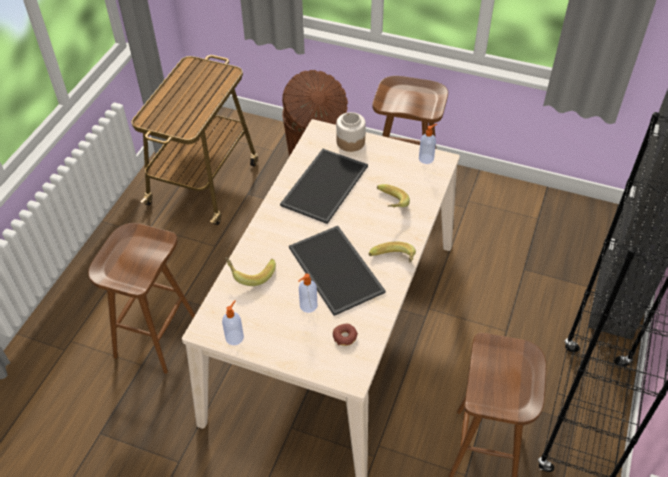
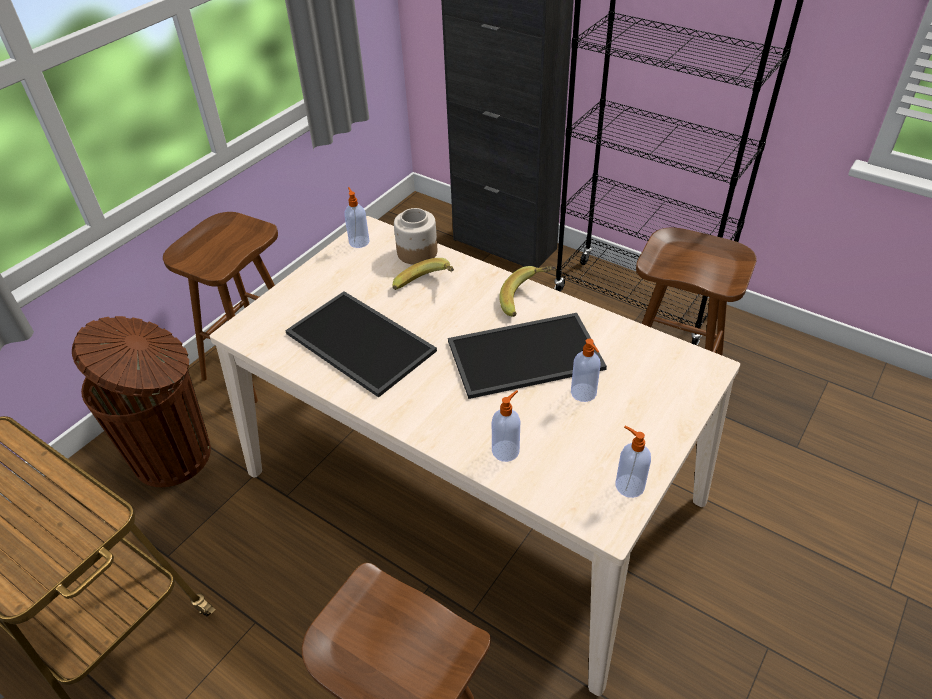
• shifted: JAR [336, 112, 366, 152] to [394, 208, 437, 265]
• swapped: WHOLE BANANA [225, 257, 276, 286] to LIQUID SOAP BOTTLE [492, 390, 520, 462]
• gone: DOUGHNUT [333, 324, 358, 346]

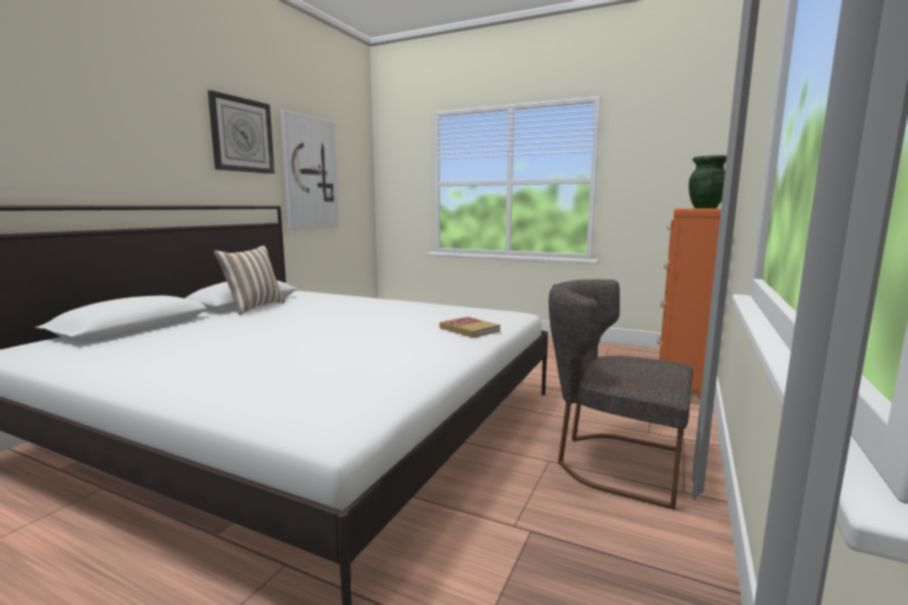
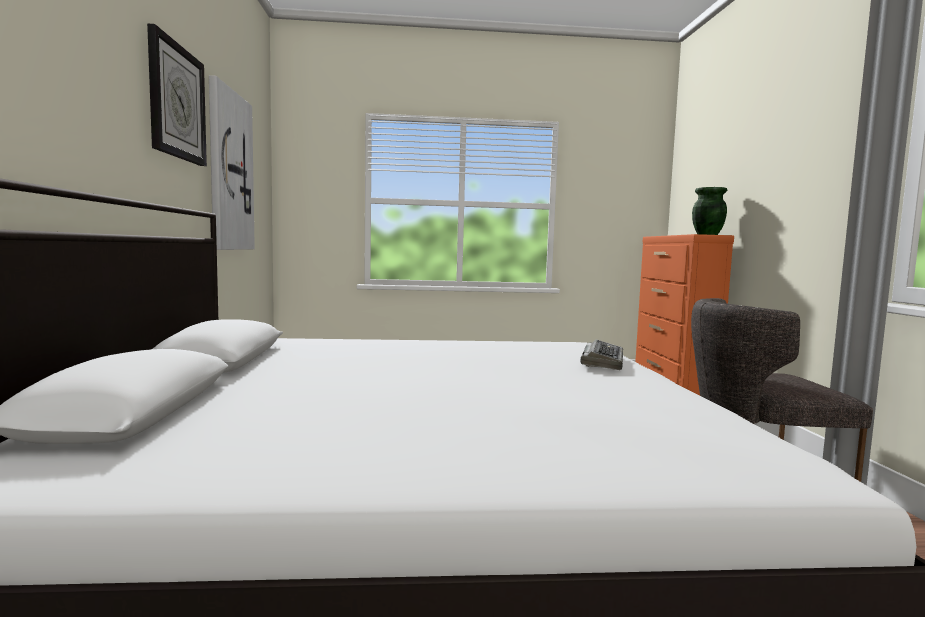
• gone: CUSHION [214, 245, 285, 315]
• swapped: BOOK [440, 317, 500, 338] to KEYBOARD [580, 339, 623, 370]

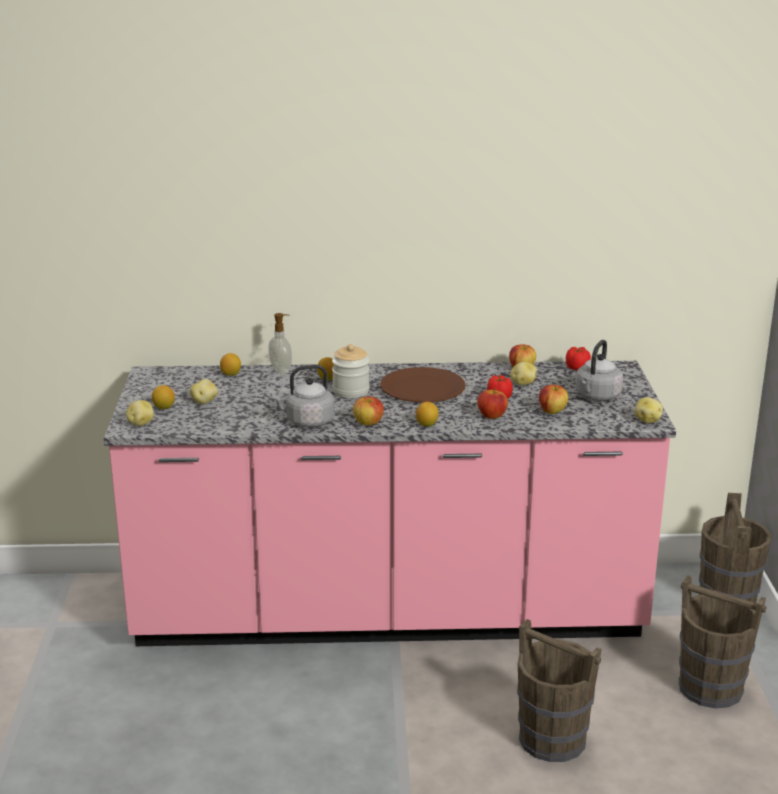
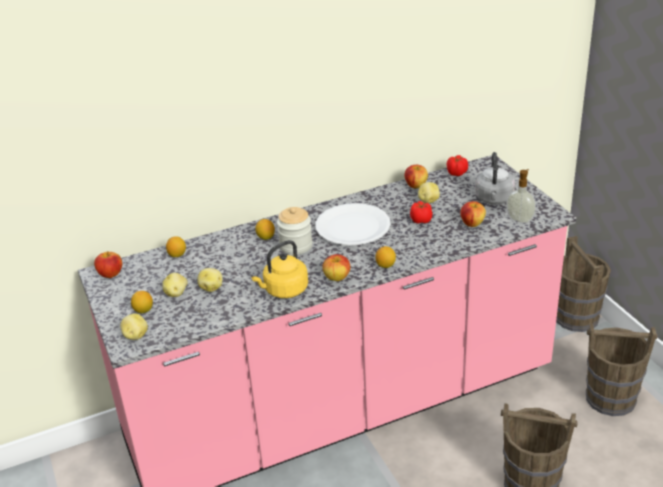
• shifted: LIQUID SOAP BOTTLE [269, 313, 292, 374] to [507, 169, 536, 223]
• repainted: GREY KETTLE [271, 365, 335, 427] to YELLOWISH KETTLE [252, 240, 308, 298]
• repainted: BROWNISH DINNER PLATE [380, 367, 465, 402] to WHITISH DINNER PLATE [316, 203, 391, 245]
• shifted: APPLE FRUIT [477, 388, 508, 419] to [94, 251, 122, 278]
• shifted: SPUD [635, 397, 663, 423] to [197, 268, 223, 292]

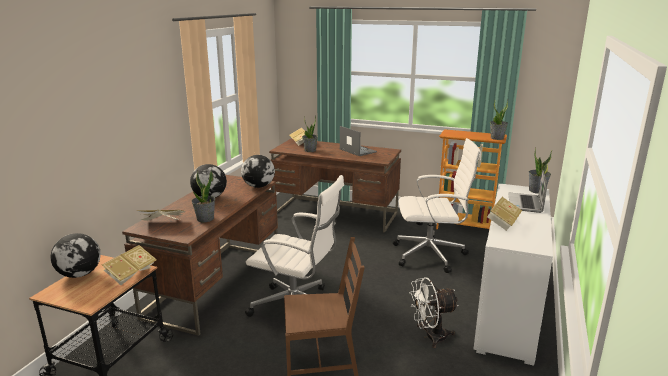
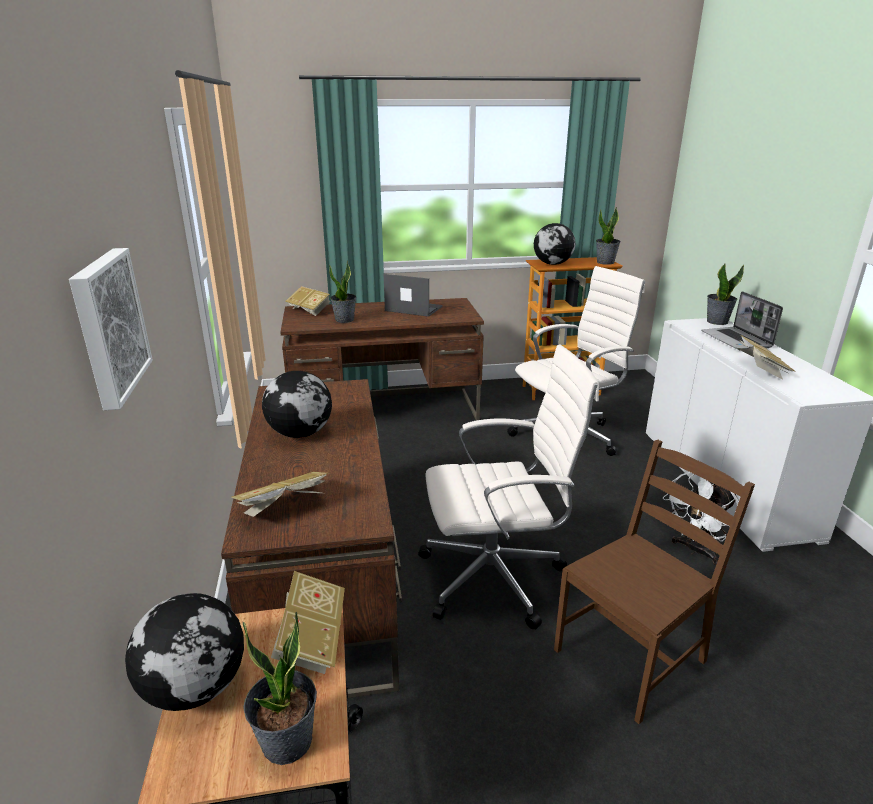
• shifted: DESK GLOBE [241, 155, 275, 188] to [534, 223, 575, 265]
• shifted: PLANT IN A POT [192, 170, 215, 222] to [242, 612, 317, 765]
• new: WALL PICTURE [69, 248, 153, 410]

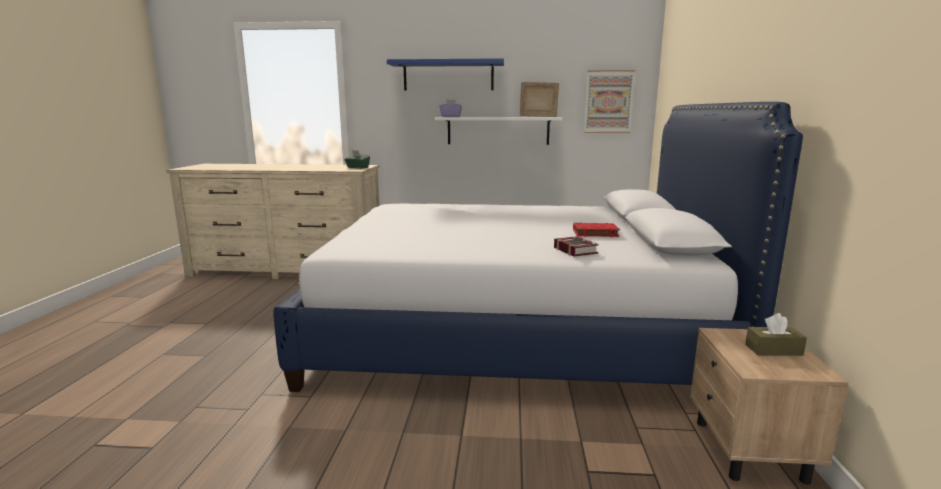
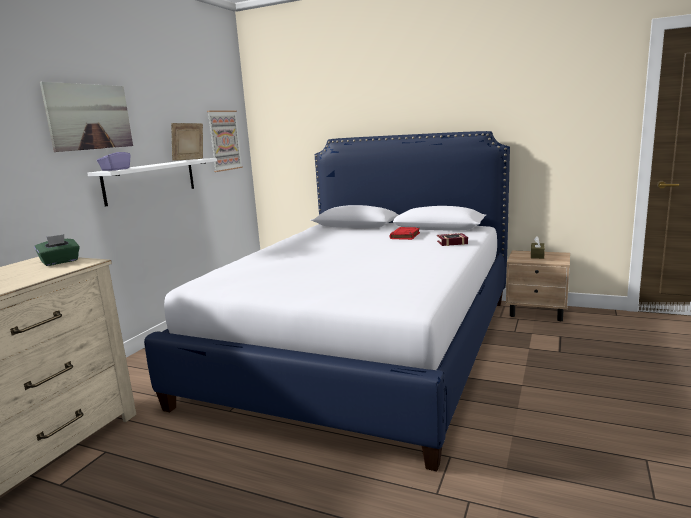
• swapped: BLUISH BRACKET SHELF [387, 58, 504, 90] to WALL PICTURE [40, 82, 133, 152]

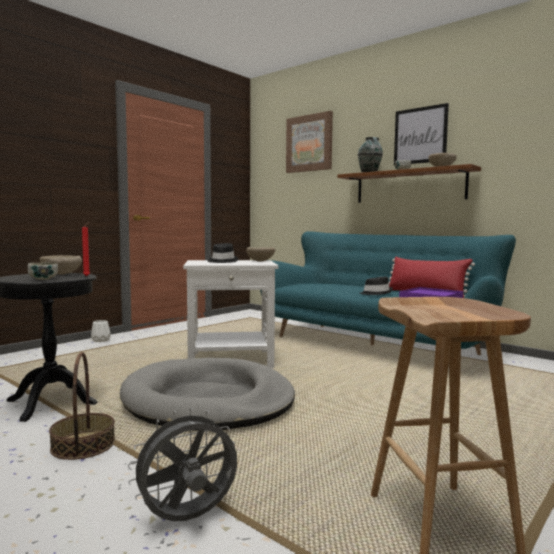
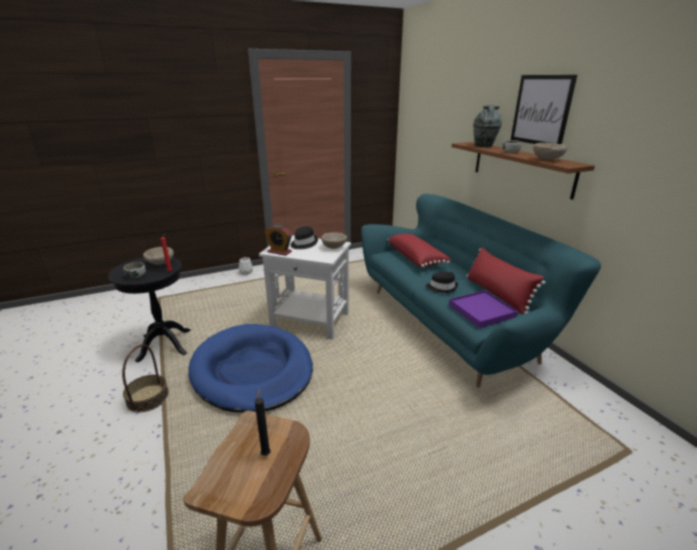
• gone: WALL PICTURE [286, 111, 333, 173]
• repainted: GREY DOG CUSHION [120, 358, 295, 430] to BLUISH DOG CUSHION [188, 324, 313, 413]
• gone: GREY FAN [128, 407, 237, 521]
• new: TABLE CLOCK [264, 225, 292, 256]
• new: RED-COLOURED CUSHION [388, 234, 451, 267]
• new: BLACK WAX CANDLE [255, 388, 271, 456]

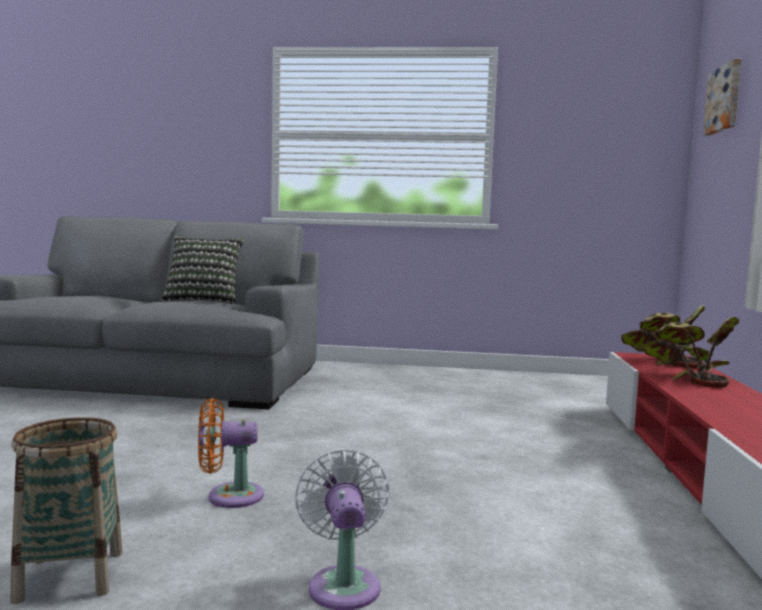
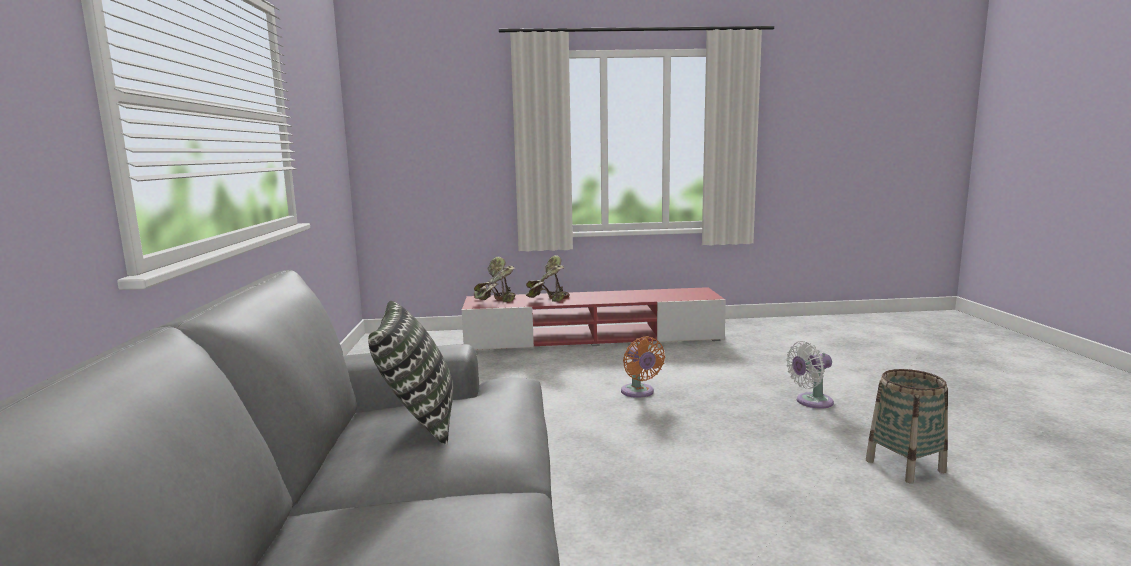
• gone: WALL PICTURE [703, 59, 742, 136]
• shifted: ORANGEY FAN [198, 398, 264, 508] to [621, 336, 665, 398]

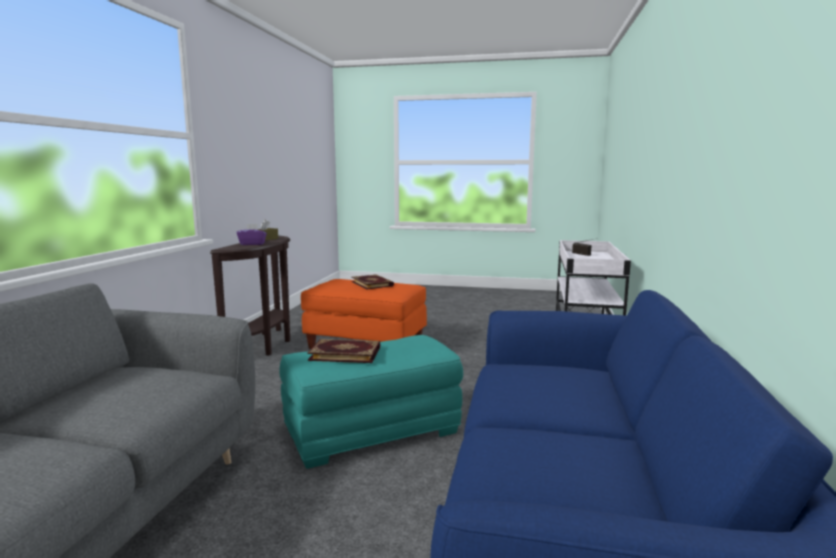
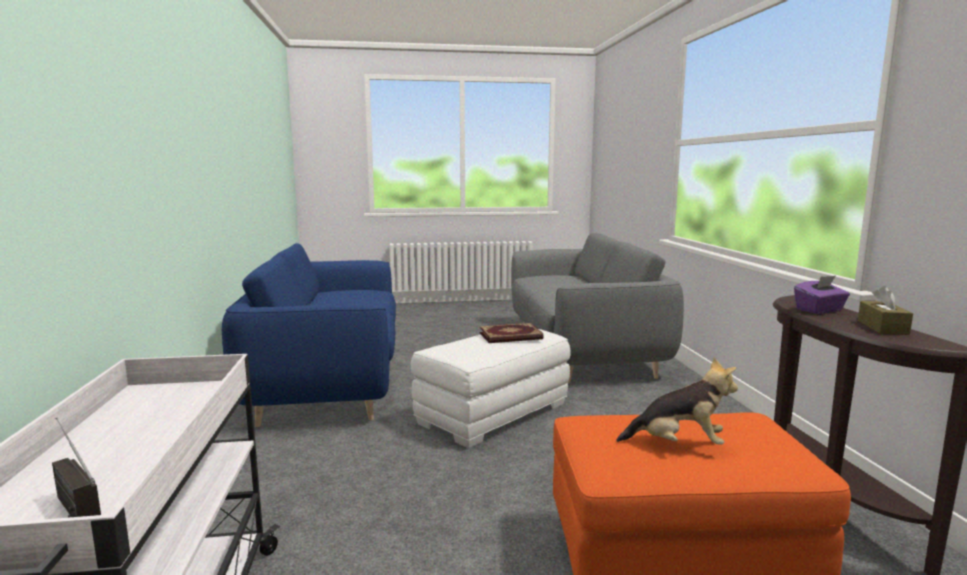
• swapped: BOOK [351, 275, 394, 290] to CUDDLY TOY [616, 357, 738, 445]
• repainted: TURQUOISE OTTOMAN [279, 335, 463, 469] to WHITISH OTTOMAN [411, 329, 571, 448]

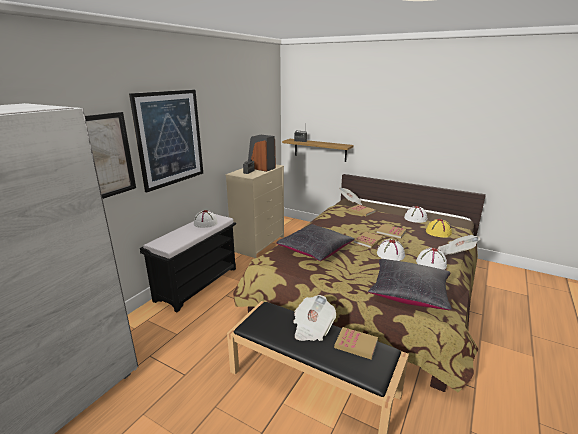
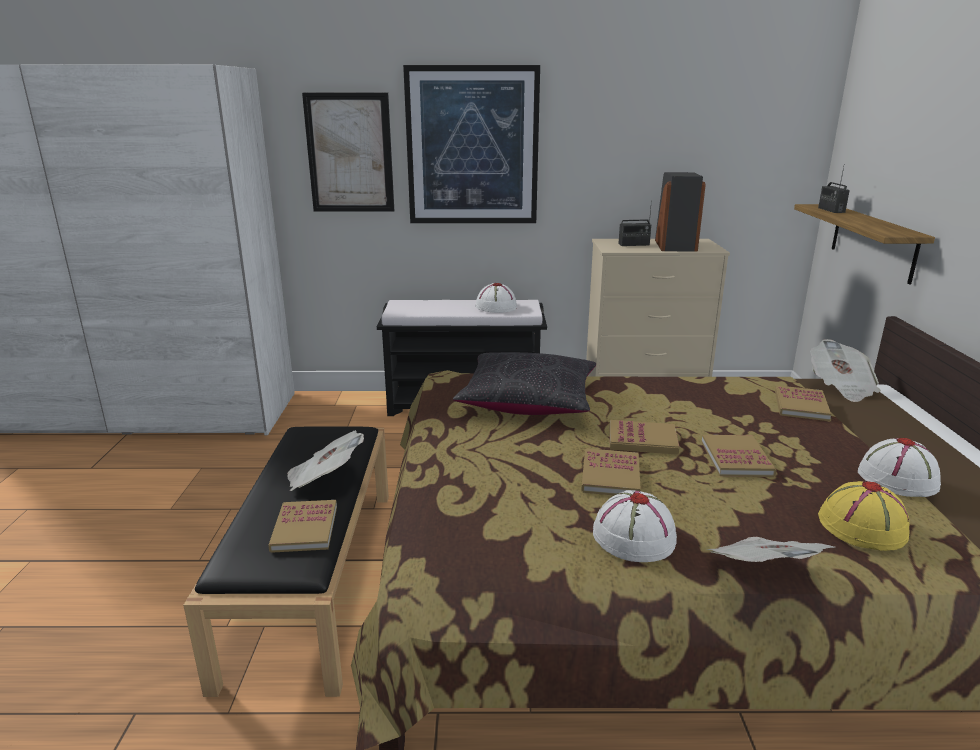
• swapped: WHITISH WEARABLE HAT [377, 239, 405, 261] to BOOK [581, 448, 641, 495]
• gone: BLACK CUSHION [368, 259, 452, 310]

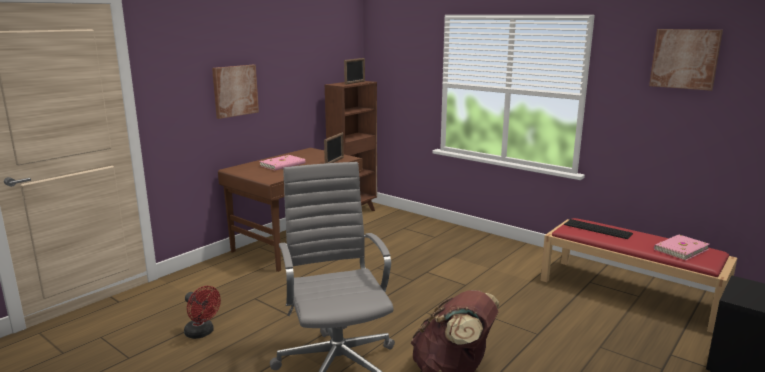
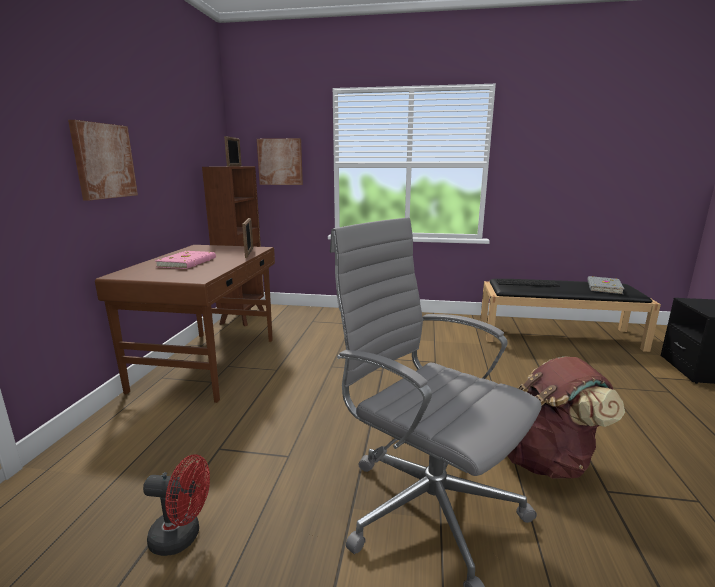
• shifted: WALL PICTURE [649, 29, 723, 91] to [257, 138, 303, 185]
• repainted: RED-COLOURED LONG SEAT [541, 218, 737, 333] to BLACK LONG SEAT [480, 279, 661, 352]
• repainted: PINKISH BOOK [654, 234, 709, 260] to GREY BOOK [587, 276, 624, 294]

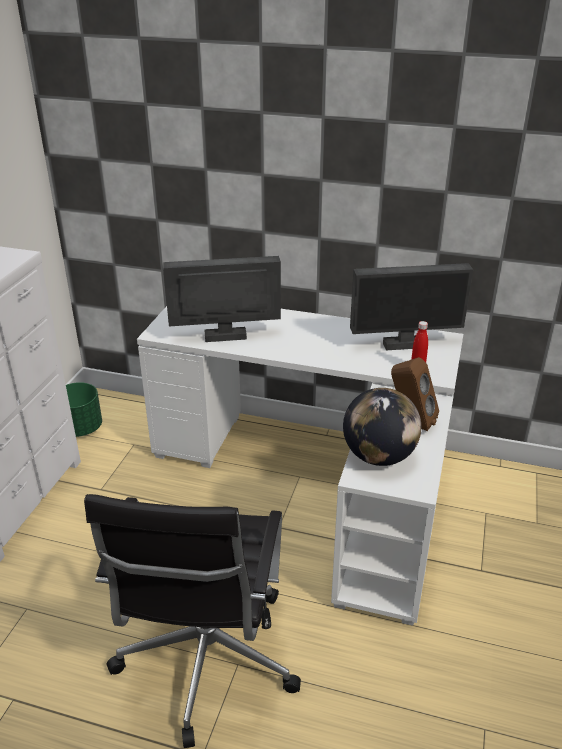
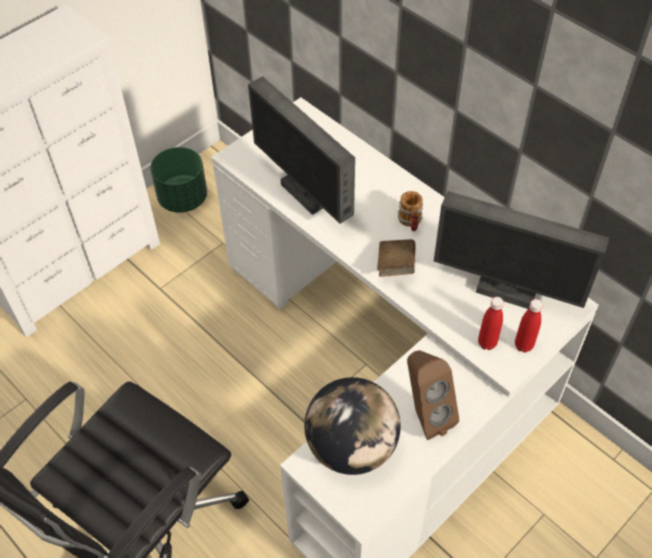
• rotated: COMPUTER SCREEN [163, 256, 281, 342] = [248, 76, 355, 224] 150 degrees counterclockwise
• new: MUG [398, 191, 423, 231]
• new: BROWNISH BOOK [377, 239, 416, 277]
• new: RED-COLOURED DRINK BOTTLE [515, 299, 543, 353]

